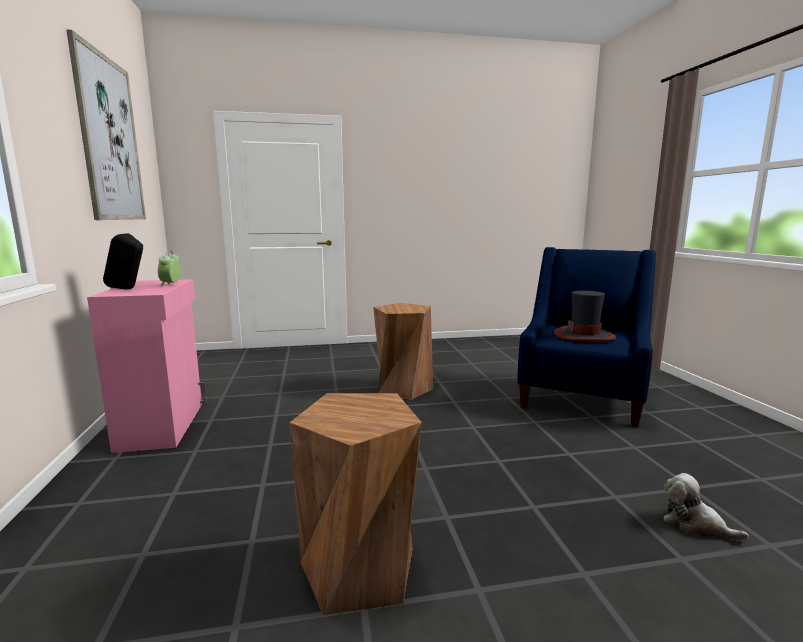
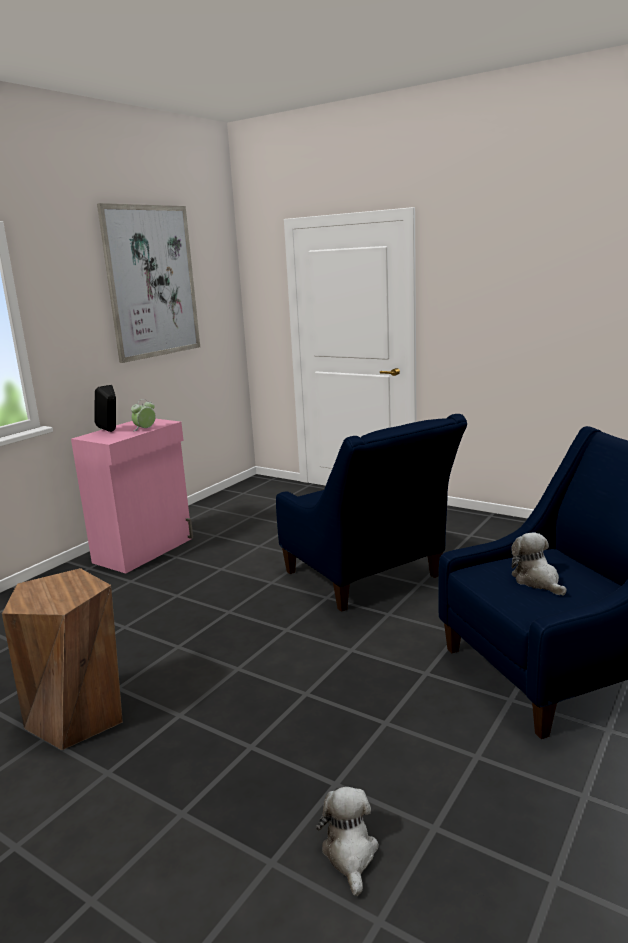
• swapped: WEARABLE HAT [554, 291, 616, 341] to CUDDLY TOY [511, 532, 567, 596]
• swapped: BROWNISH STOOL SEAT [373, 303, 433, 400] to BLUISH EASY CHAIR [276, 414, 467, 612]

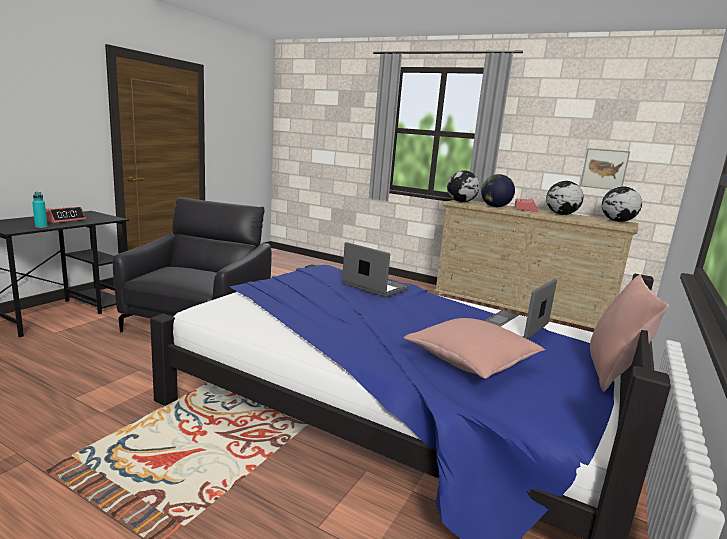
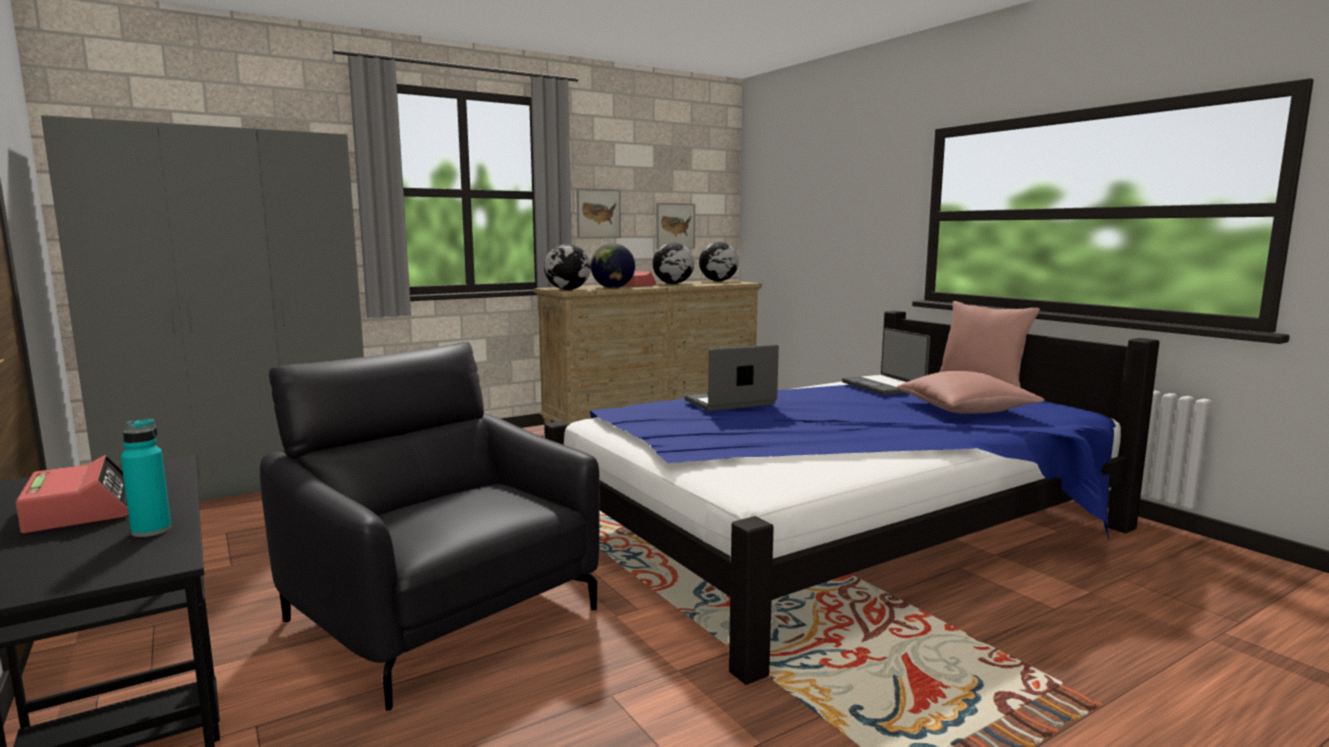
• new: GREY ARMOIRE [41, 115, 364, 502]
• new: WALL PICTURE [576, 188, 621, 238]

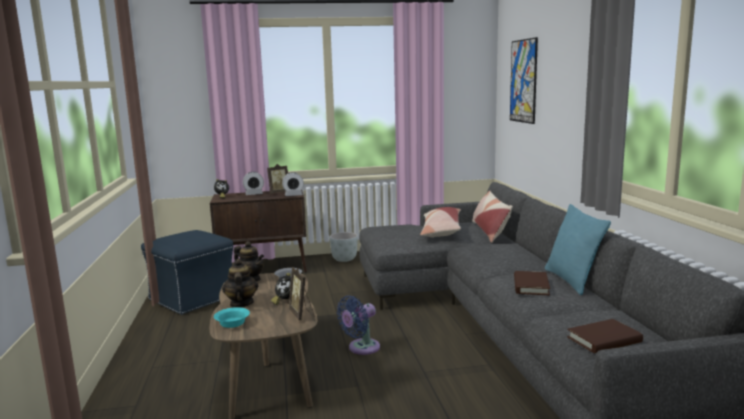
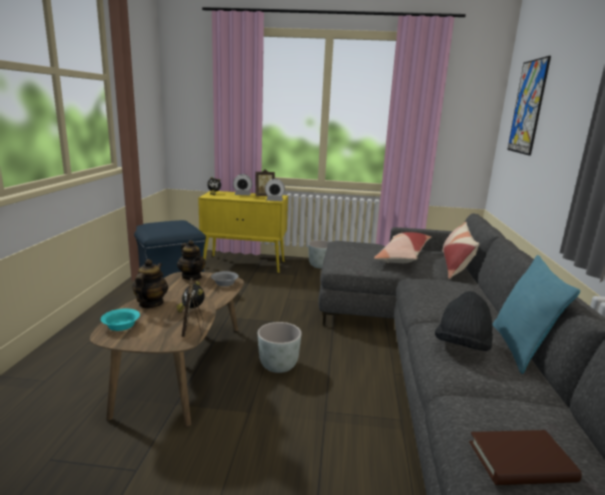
• repainted: BROWNISH CABINET [210, 190, 307, 273] to YELLOWISH CABINET [198, 191, 288, 273]
• swapped: BROWNISH BOOK [514, 271, 550, 295] to BLACK WEARABLE HAT [435, 291, 493, 351]
• swapped: BLUISH FAN [337, 296, 380, 355] to GREY PLANTER [258, 322, 302, 373]

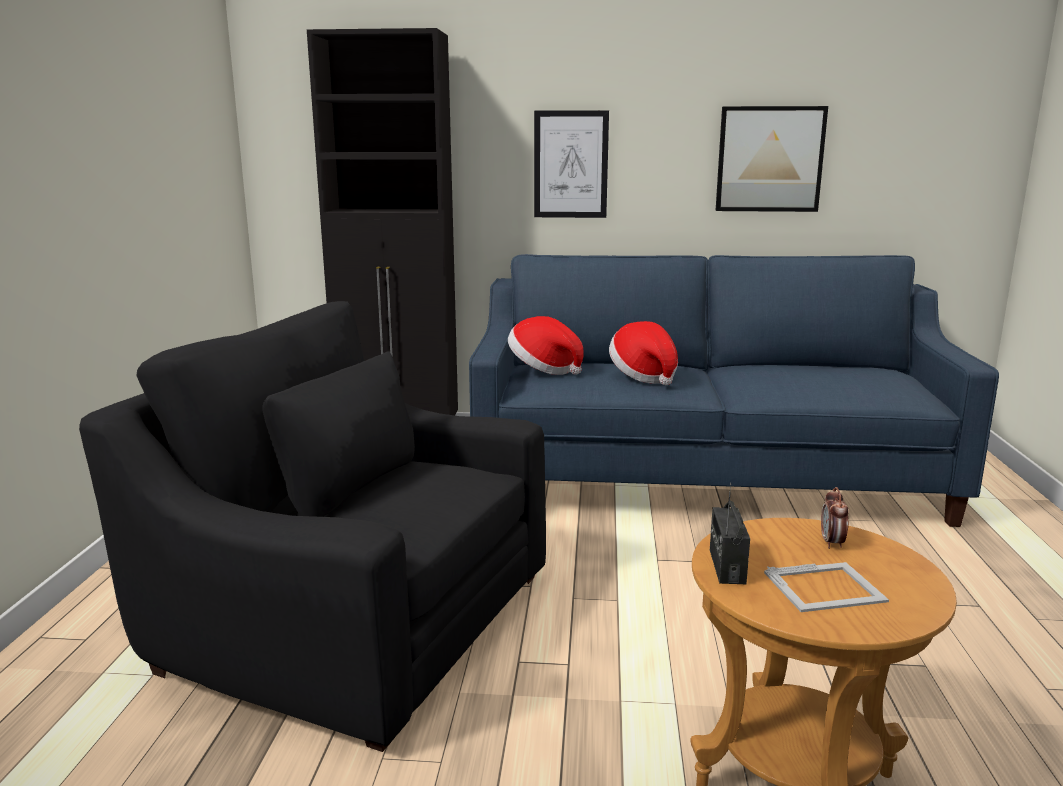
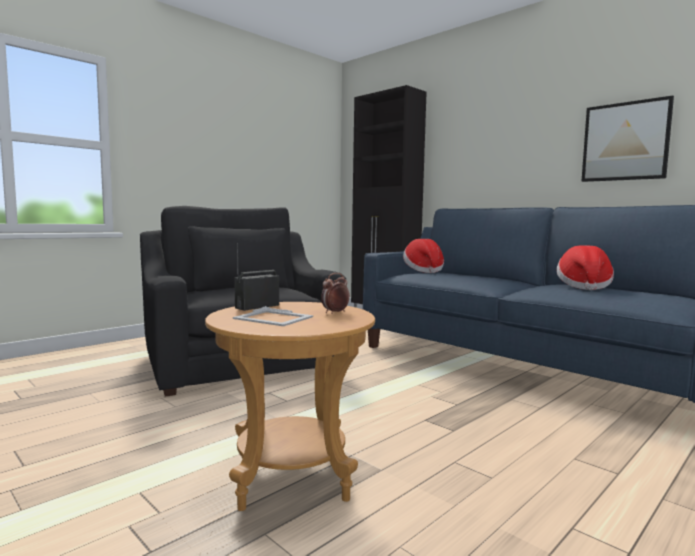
• gone: WALL PICTURE [534, 110, 609, 218]
• shifted: WEARABLE HAT [609, 321, 678, 385] to [557, 245, 614, 290]

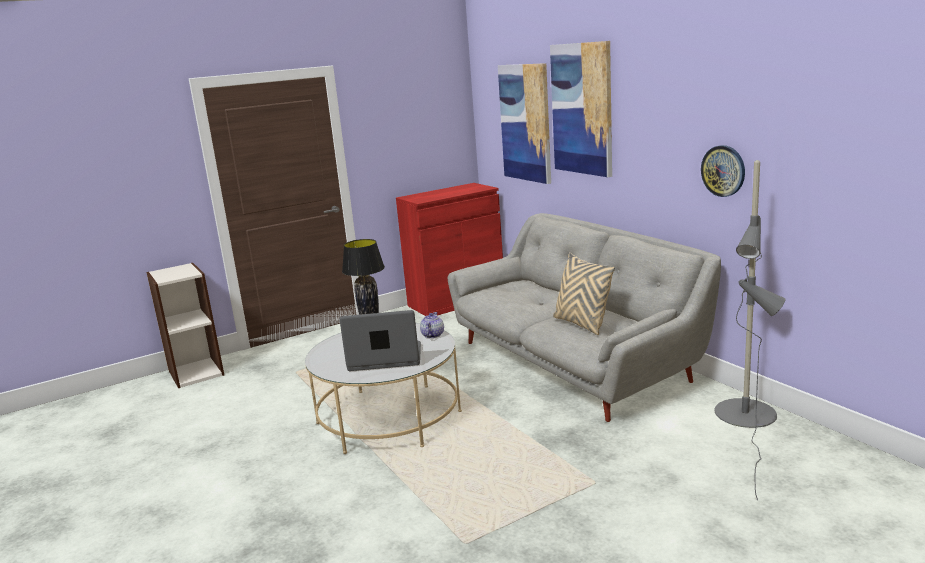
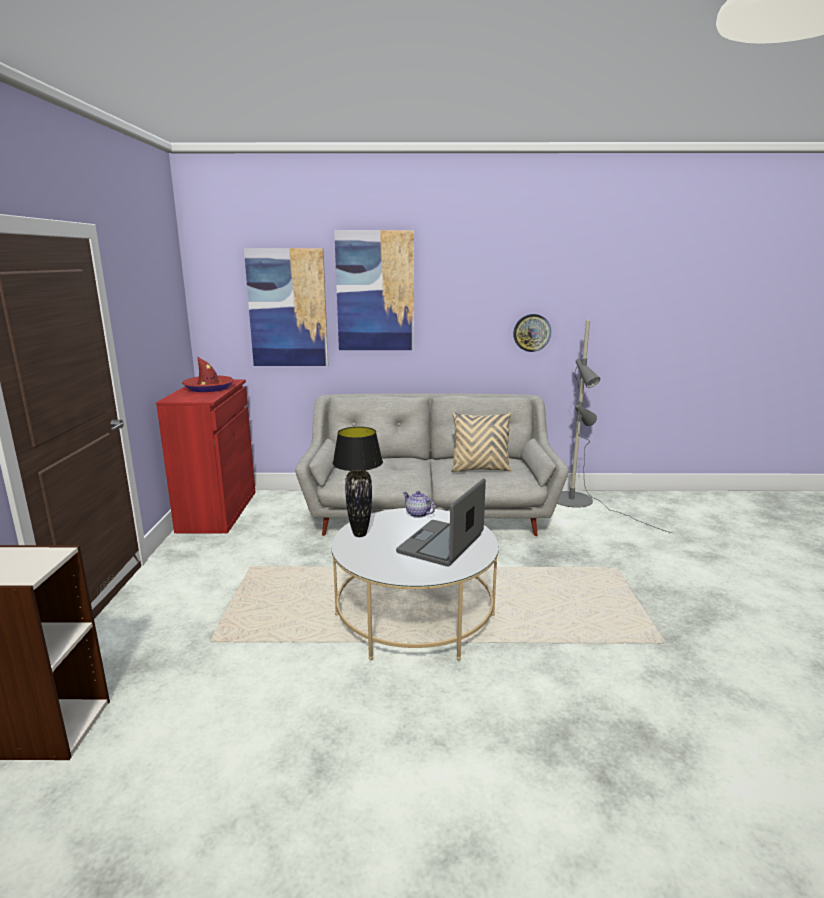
• new: RED-COLOURED WEARABLE HAT [182, 356, 234, 392]

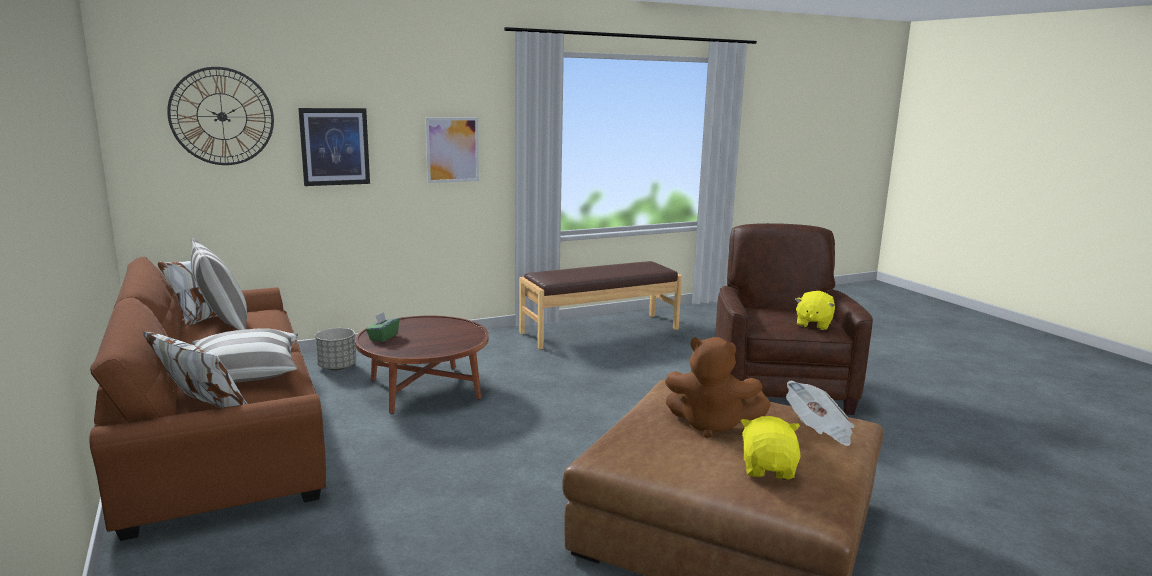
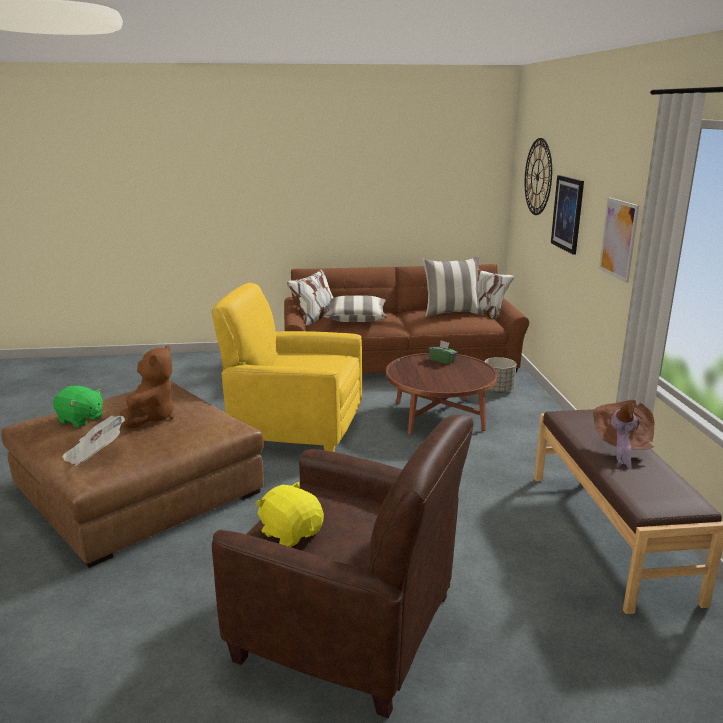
• rotated: BROWNISH CUDDLY TOY [665, 337, 771, 438] = [120, 345, 175, 428] 150 degrees clockwise
• repainted: YELLOWISH CUDDLY TOY [741, 416, 800, 480] to GREEN CUDDLY TOY [53, 386, 103, 428]
• new: YELLOWISH EASY CHAIR [212, 283, 362, 452]
• new: BROWNISH WEARABLE HAT [593, 399, 654, 469]

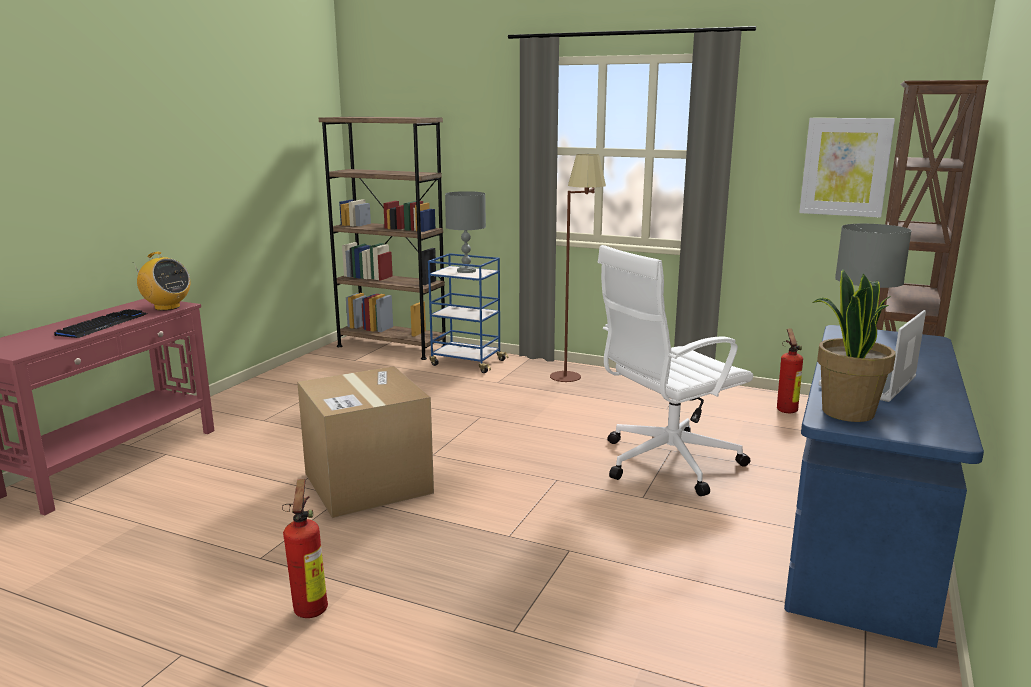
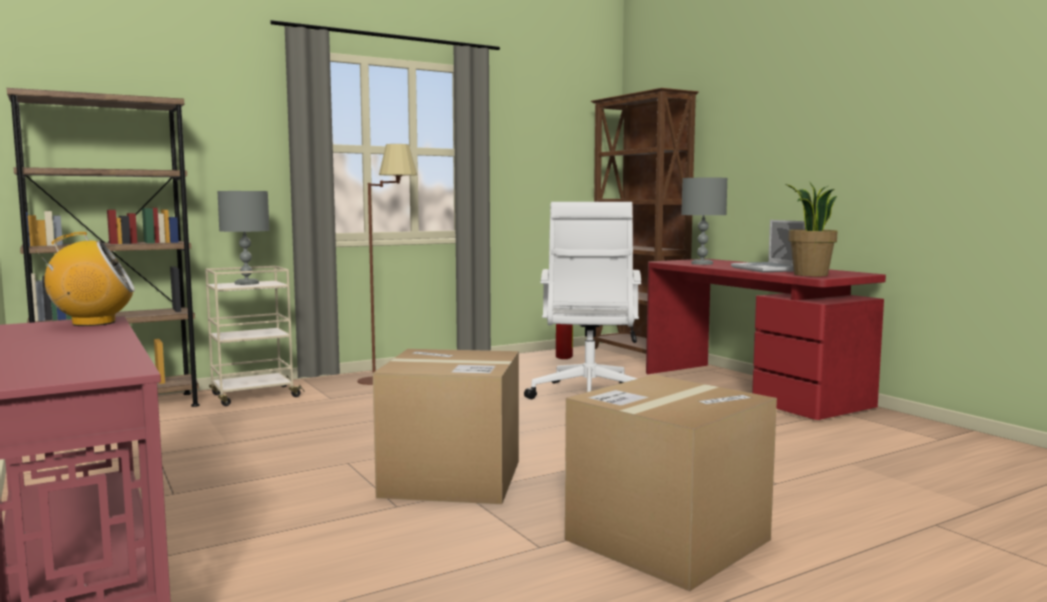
• gone: WALL PICTURE [799, 118, 895, 218]
• repainted: BLUISH TROLLEY [428, 253, 509, 373] to BEIGE TROLLEY [205, 266, 305, 406]
• gone: KEYBOARD [54, 309, 147, 338]
• repainted: BLUISH DESK UNIT [784, 325, 984, 648] to RED-COLOURED DESK UNIT [646, 259, 886, 420]
• swapped: EXTINGUISHER [282, 479, 328, 618] to PACKING BOX [565, 375, 777, 592]

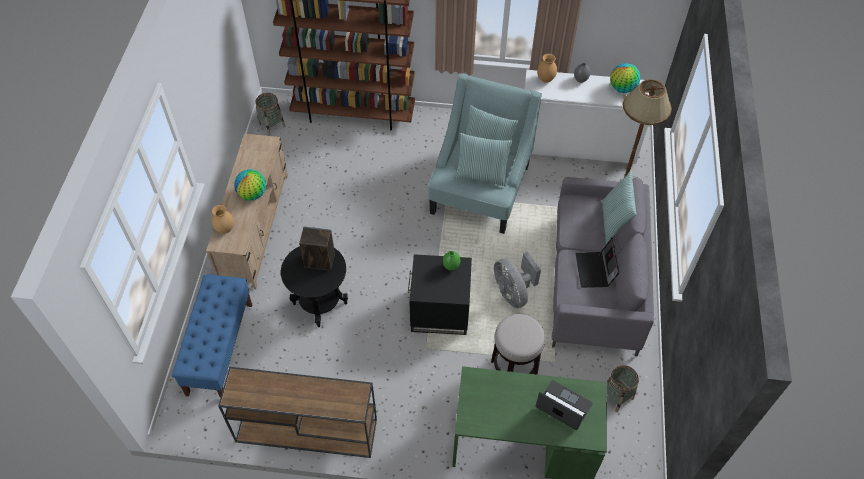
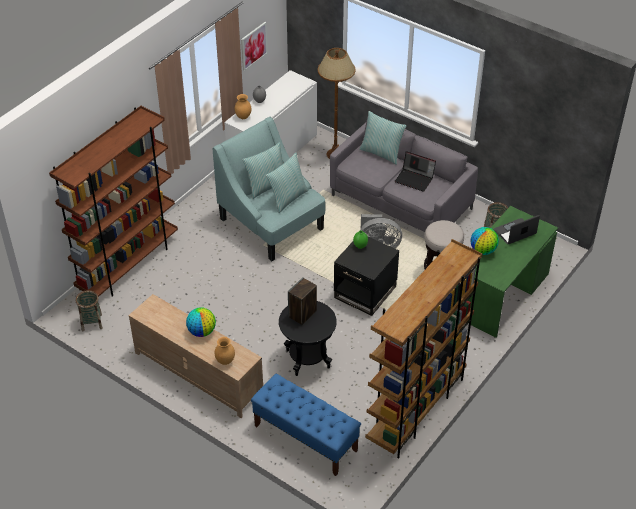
• shifted: DESK GLOBE [610, 63, 641, 93] to [471, 227, 499, 255]
• swapped: BROWNISH NARROW TABLE [218, 367, 377, 458] to BROWNISH SHELVING UNIT [365, 239, 482, 458]
• new: WALL PICTURE [241, 22, 268, 71]

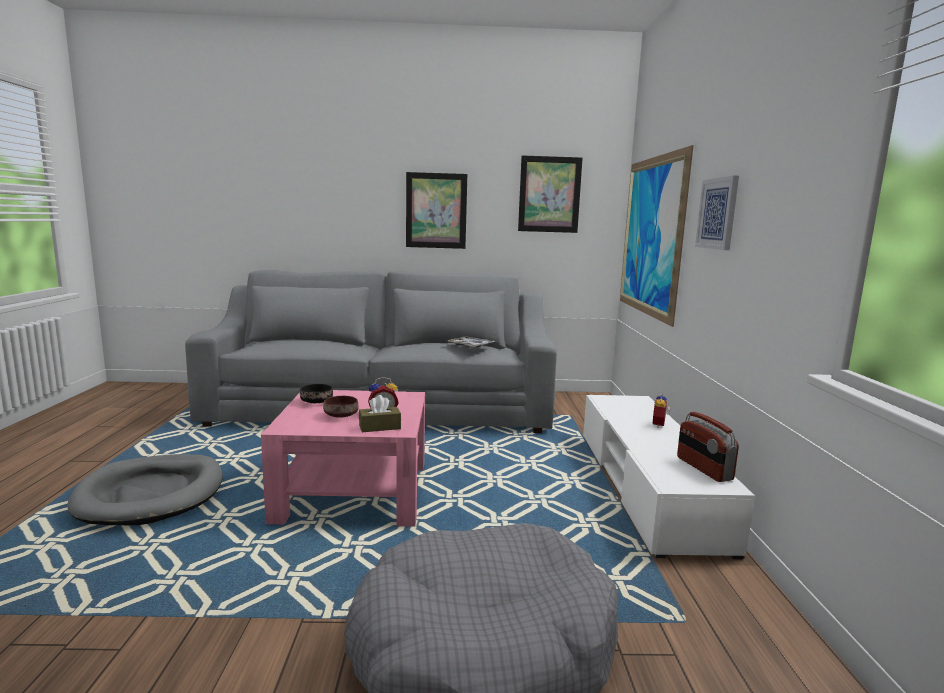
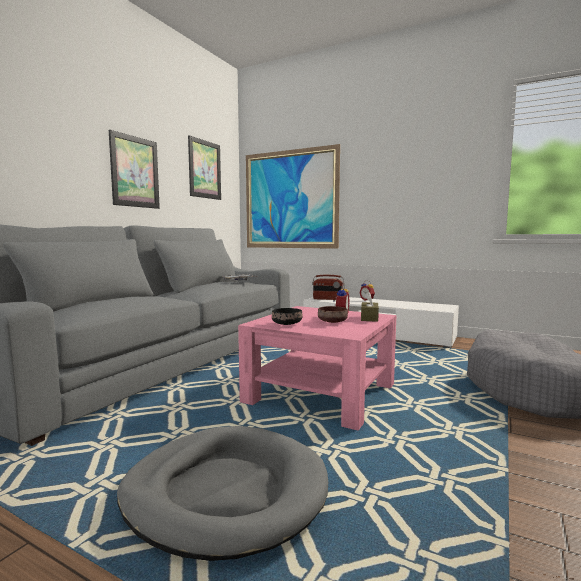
• gone: WALL PICTURE [695, 176, 739, 250]
• shifted: RADIO SET [677, 412, 739, 482] to [312, 275, 344, 300]

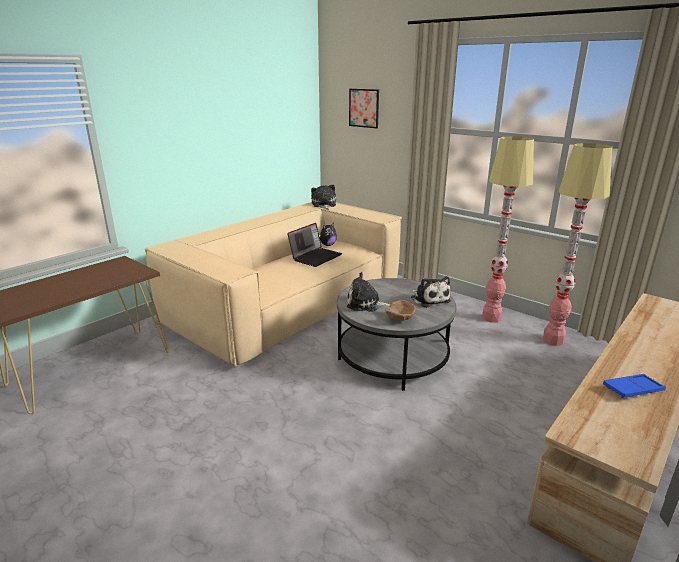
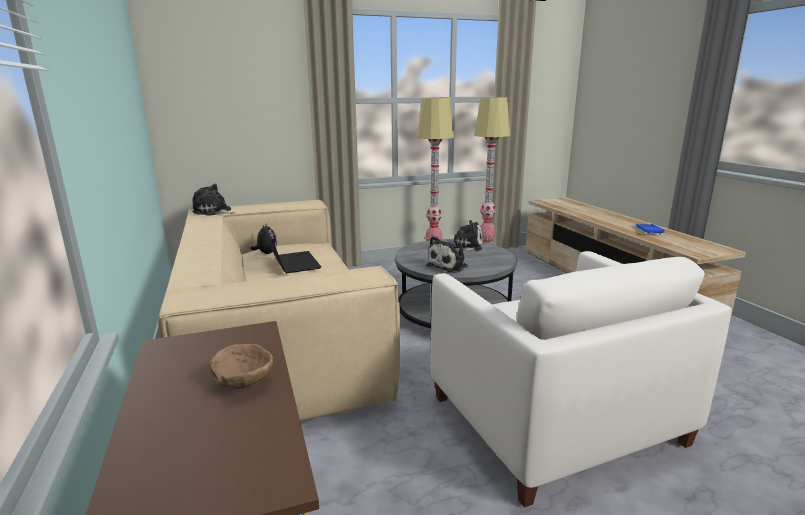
• gone: WALL PICTURE [349, 89, 379, 128]
• shifted: BROWNISH DEEP DISH [385, 300, 416, 321] to [209, 344, 273, 389]
• new: WHITISH EASY CHAIR [431, 251, 732, 508]

